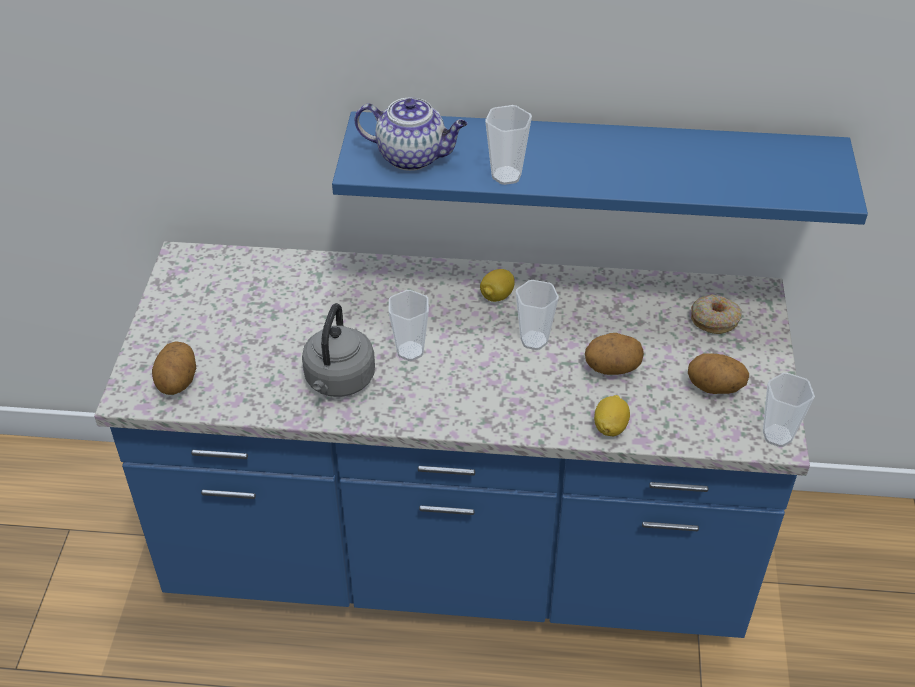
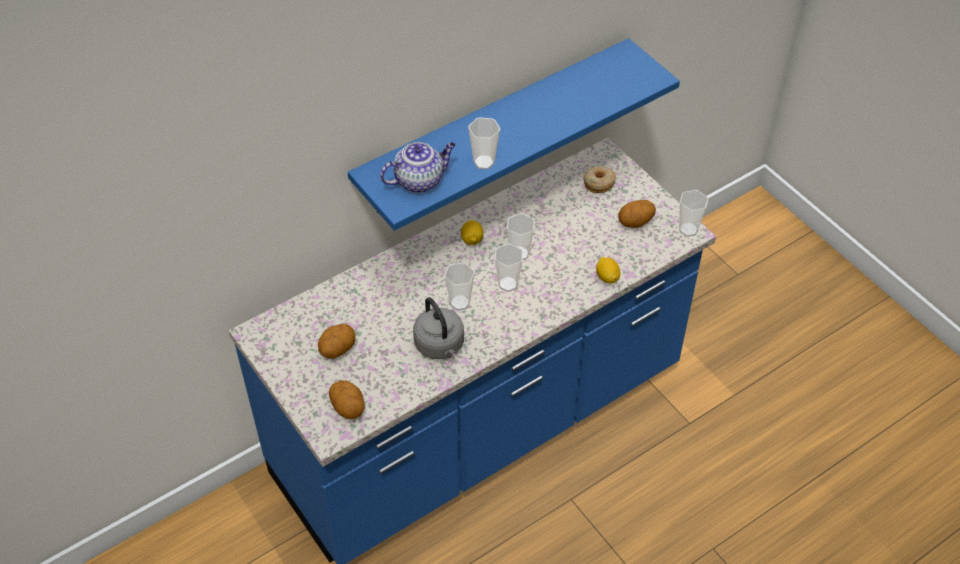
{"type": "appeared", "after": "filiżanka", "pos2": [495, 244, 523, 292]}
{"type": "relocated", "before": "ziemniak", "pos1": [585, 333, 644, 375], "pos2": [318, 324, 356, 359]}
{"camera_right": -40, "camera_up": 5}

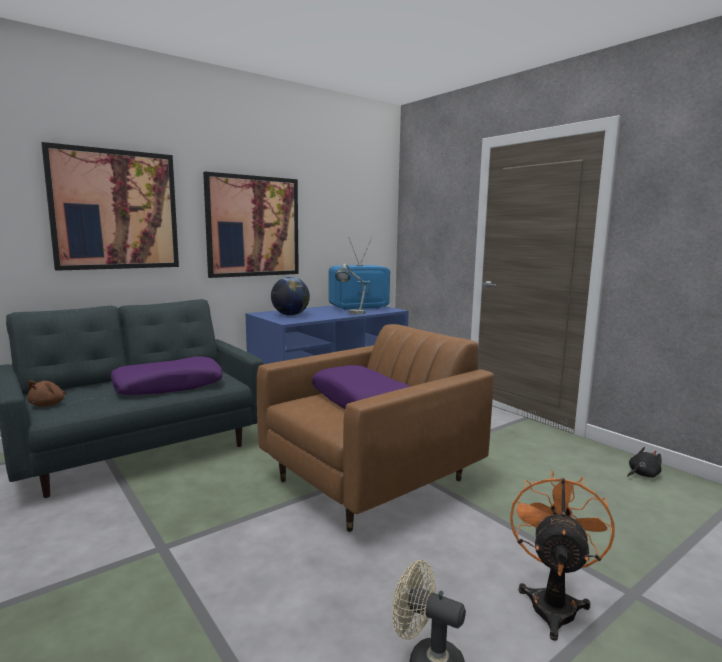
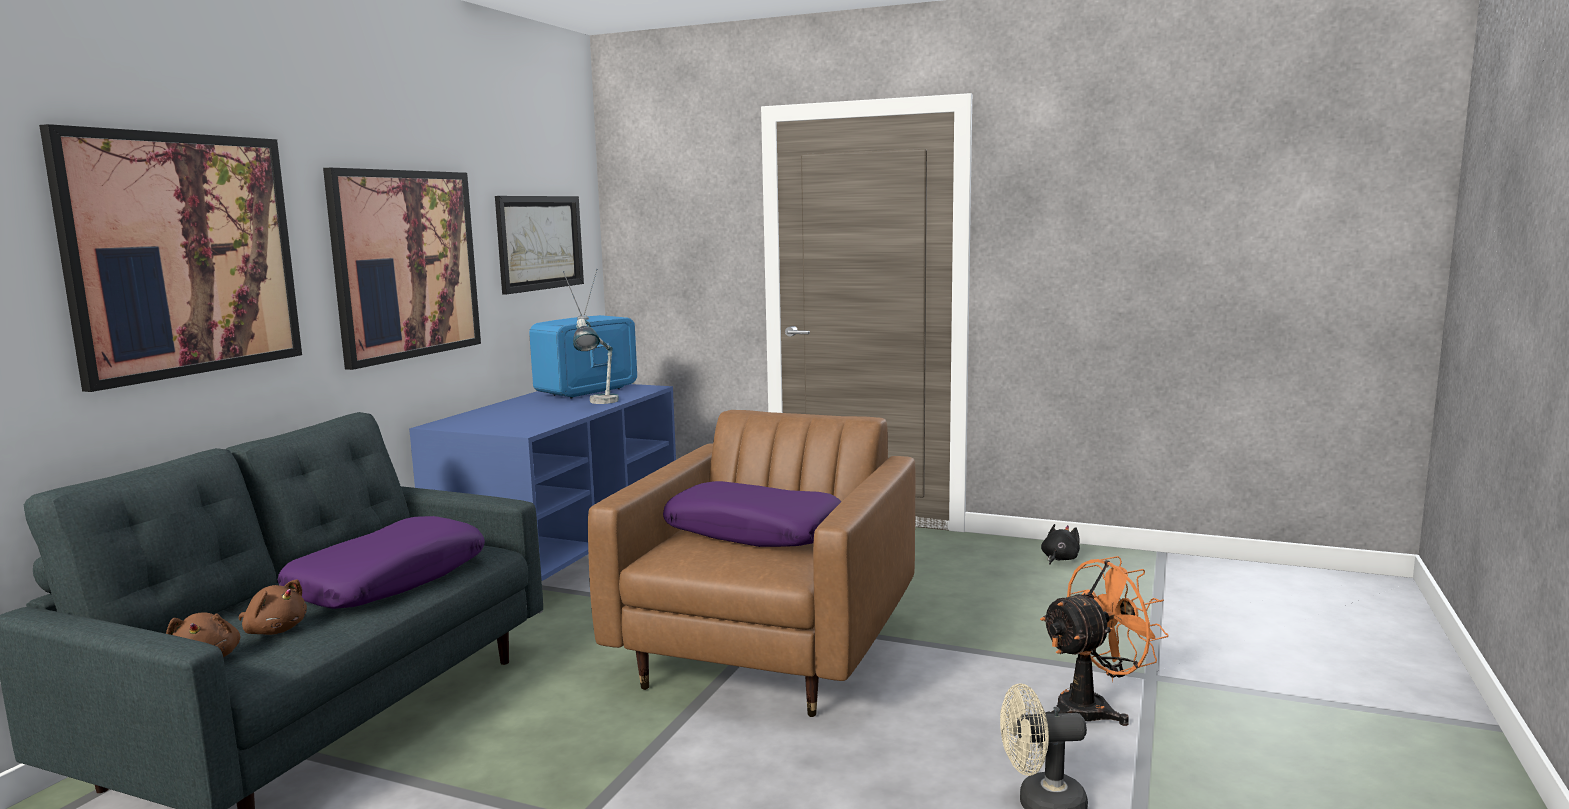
{"type": "missing", "before": "globus", "pos1": [271, 277, 310, 316]}
{"type": "appeared", "after": "pluszak/brązowy", "pos2": [239, 579, 307, 635]}
{"type": "appeared", "after": "obraz", "pos2": [495, 196, 584, 295]}
{"type": "spun", "before": "wentylator/pomarańczowy", "pos1": [510, 470, 615, 641], "pos2": [1040, 556, 1168, 726], "turn": 75}
{"camera_right": -30, "camera_up": 0}

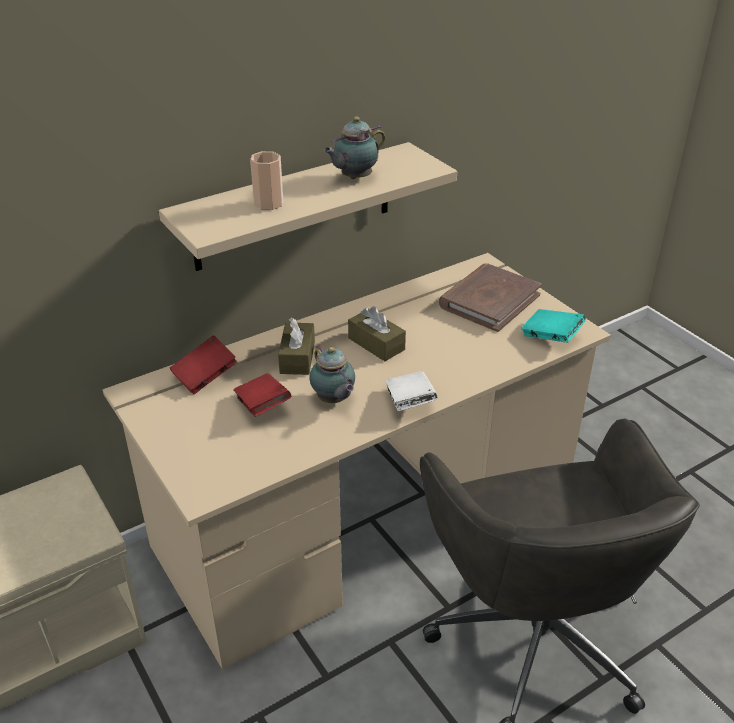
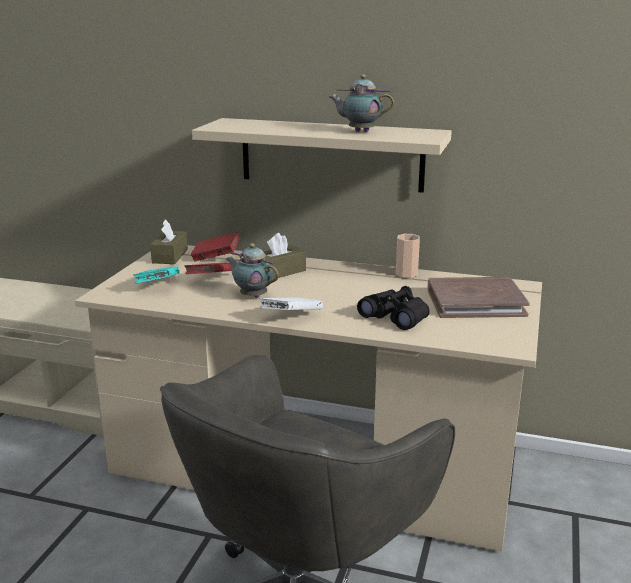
{"type": "appeared", "after": "lornetka/czarny", "pos2": [357, 286, 430, 330]}
{"type": "relocated", "before": "filiżanka", "pos1": [250, 151, 283, 210], "pos2": [396, 234, 420, 278]}
{"type": "relocated", "before": "pudełko chusteczek/brązowy", "pos1": [348, 306, 406, 361], "pos2": [150, 219, 188, 264]}
{"type": "relocated", "before": "książka/turkusowy", "pos1": [521, 309, 586, 343], "pos2": [133, 266, 180, 284]}
{"type": "spun", "before": "imbryk", "pos1": [309, 345, 355, 403], "pos2": [226, 243, 279, 298], "turn": 105}
{"camera_right": 50, "camera_up": -15}

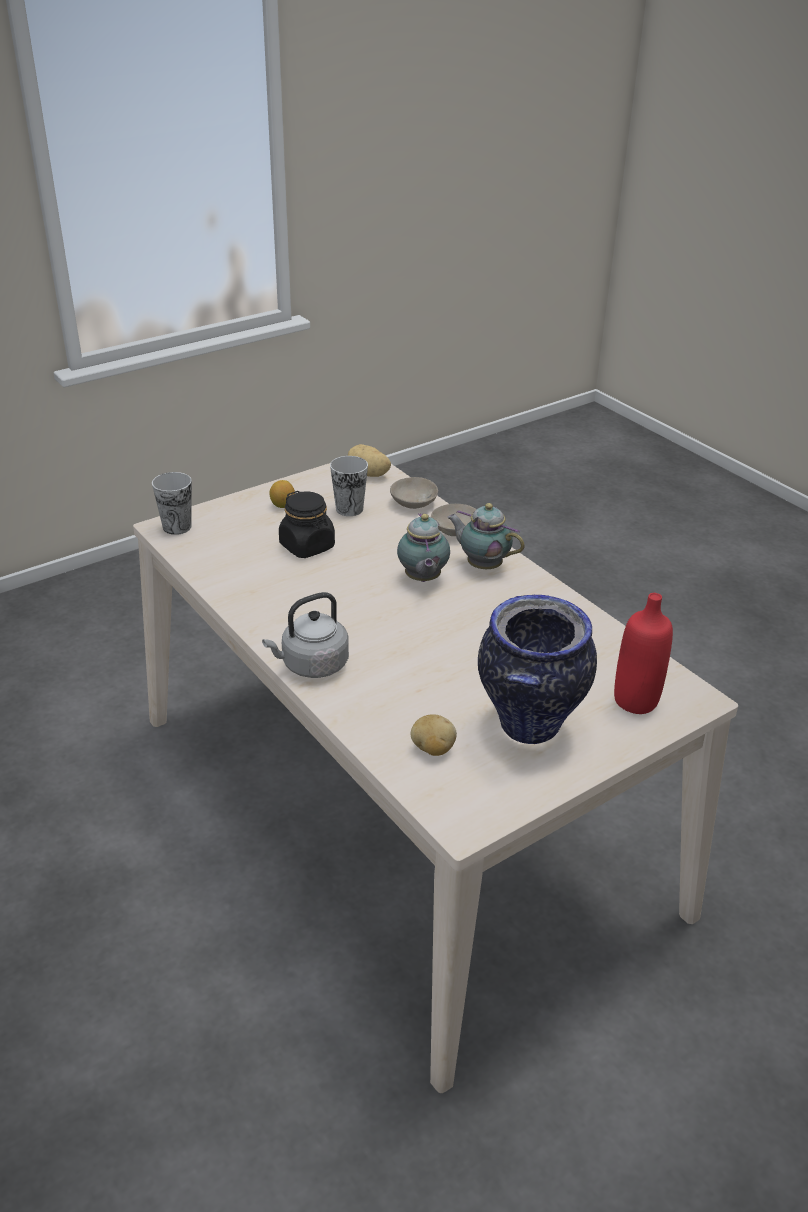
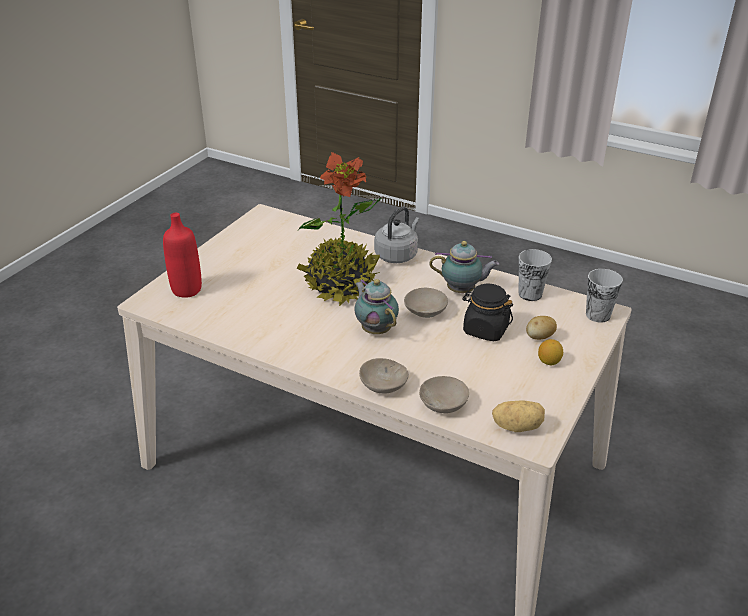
{"type": "missing", "before": "wazon", "pos1": [478, 595, 597, 744]}
{"type": "appeared", "after": "roślina doniczkowa", "pos2": [297, 152, 381, 306]}
{"type": "appeared", "after": "miska/beżowy", "pos2": [404, 288, 448, 318]}
{"type": "relocated", "before": "filiżanka", "pos1": [330, 456, 368, 516], "pos2": [519, 249, 552, 301]}
{"type": "relocated", "before": "ziemniak", "pos1": [411, 714, 457, 756], "pos2": [526, 316, 557, 340]}
{"type": "relocated", "before": "imbryk", "pos1": [447, 503, 525, 569], "pos2": [429, 241, 499, 293]}
{"camera_right": 155, "camera_up": 0}

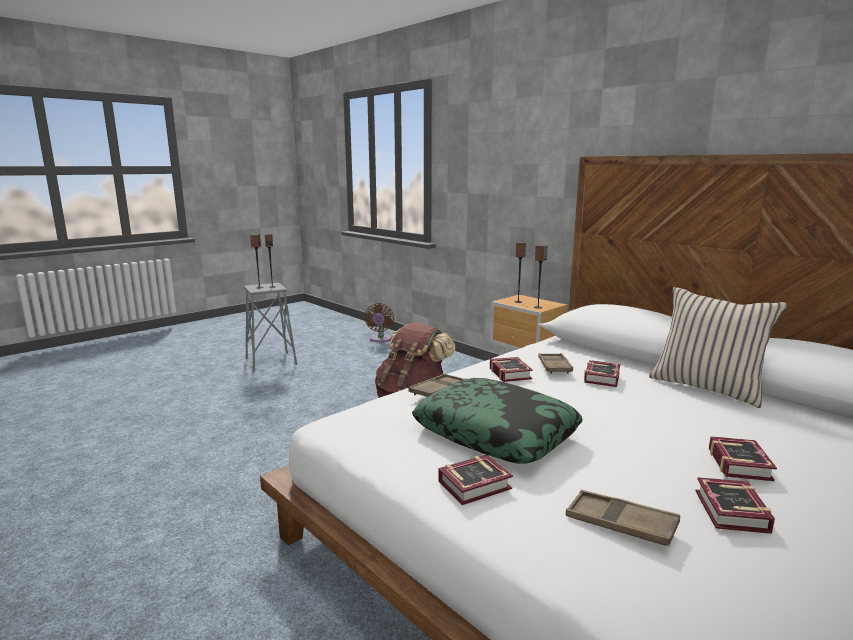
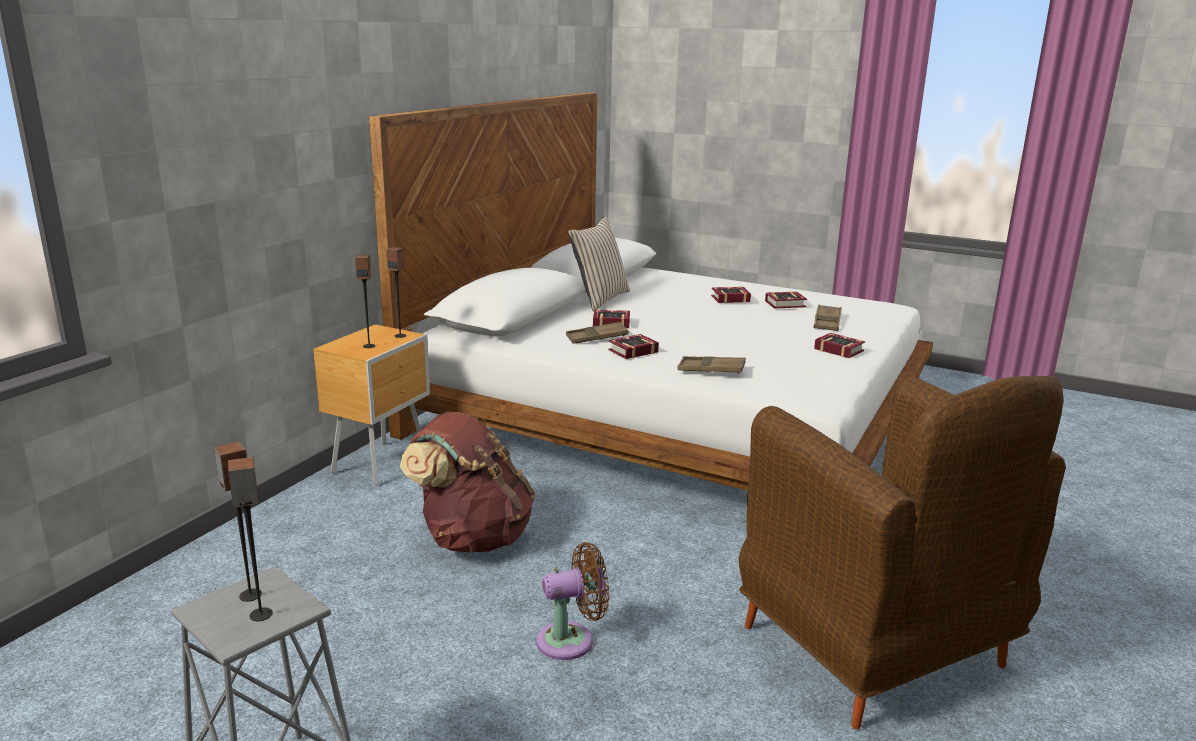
{"type": "missing", "before": "poduszka", "pos1": [412, 378, 582, 464]}
{"type": "appeared", "after": "fotel/brązowy", "pos2": [739, 376, 1066, 729]}
{"type": "relocated", "before": "wentylator/brązowy", "pos1": [364, 303, 394, 343], "pos2": [537, 542, 609, 660]}
{"camera_right": -110, "camera_up": 5}

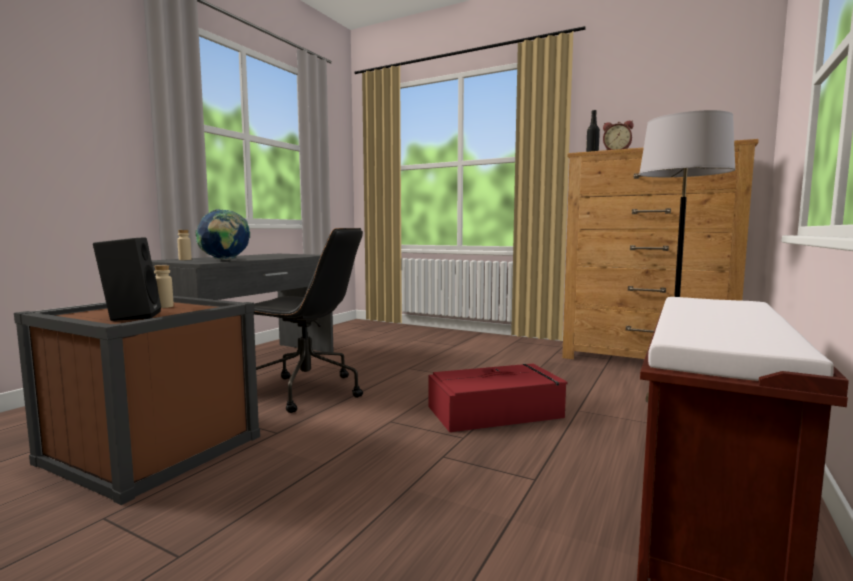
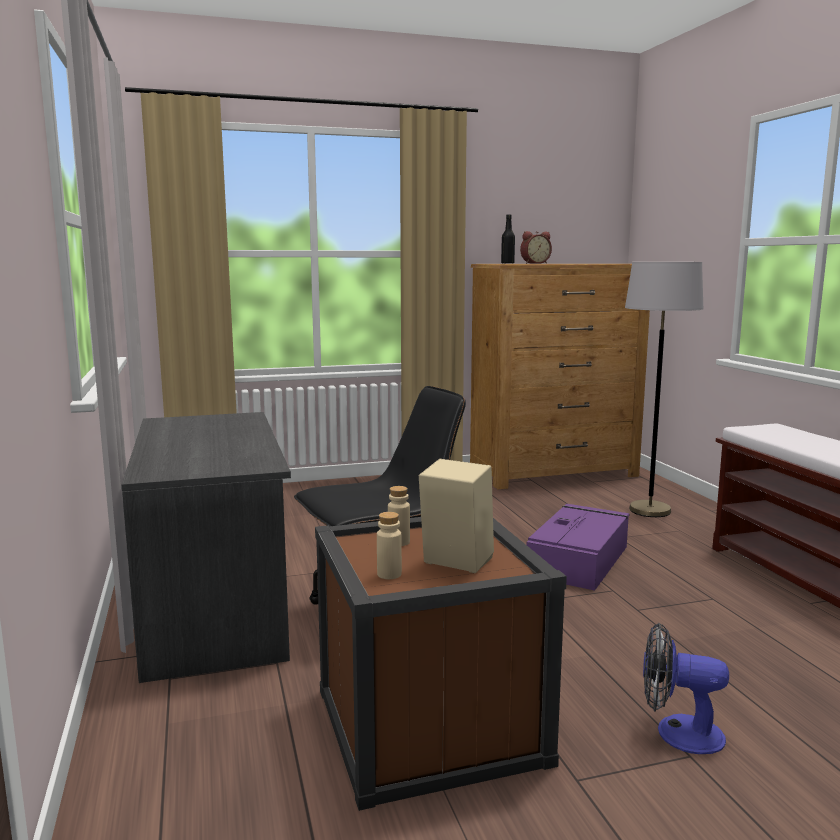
{"type": "missing", "before": "globus", "pos1": [195, 209, 250, 260]}
{"type": "appeared", "after": "wentylator", "pos2": [643, 623, 729, 754]}
{"type": "relocated", "before": "butelka/beżowy", "pos1": [177, 230, 192, 260], "pos2": [377, 512, 402, 579]}
{"type": "colour", "before": "głośnik/czarny", "after": "głośnik/beżowy", "pos1": [93, 237, 161, 321], "pos2": [419, 459, 494, 573]}
{"type": "colour", "before": "pojemnik do przechowywania/czerwony", "after": "pojemnik do przechowywania/fioletowy", "pos1": [428, 364, 568, 432], "pos2": [527, 504, 629, 591]}
{"camera_right": -45, "camera_up": 5}

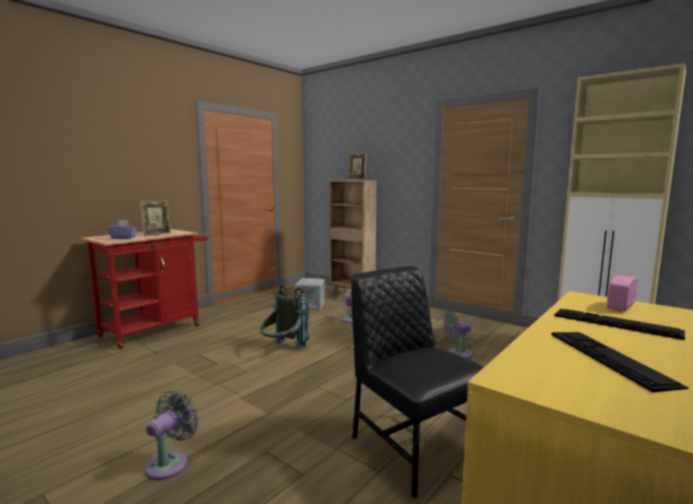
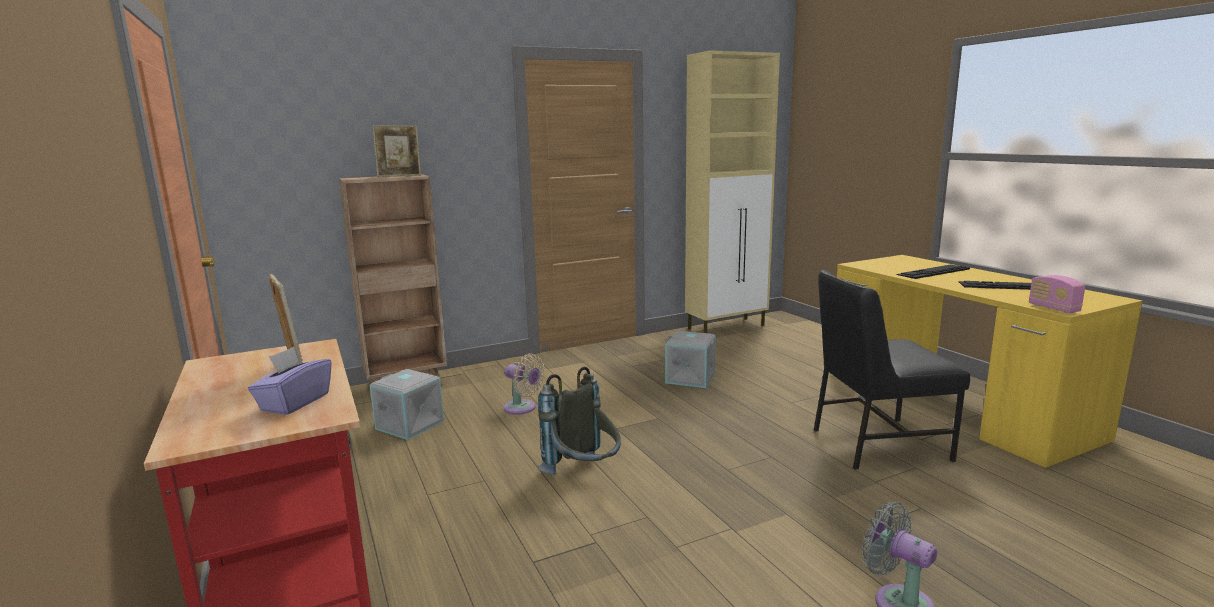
{"type": "relocated", "before": "radio", "pos1": [607, 275, 637, 311], "pos2": [1029, 275, 1085, 313]}
{"type": "exchanged", "before": "wentylator/szary", "after": "pojemnik do przechowywania/szary", "pos1": [443, 311, 473, 359], "pos2": [665, 331, 716, 388]}
{"camera_right": -65, "camera_up": 5}

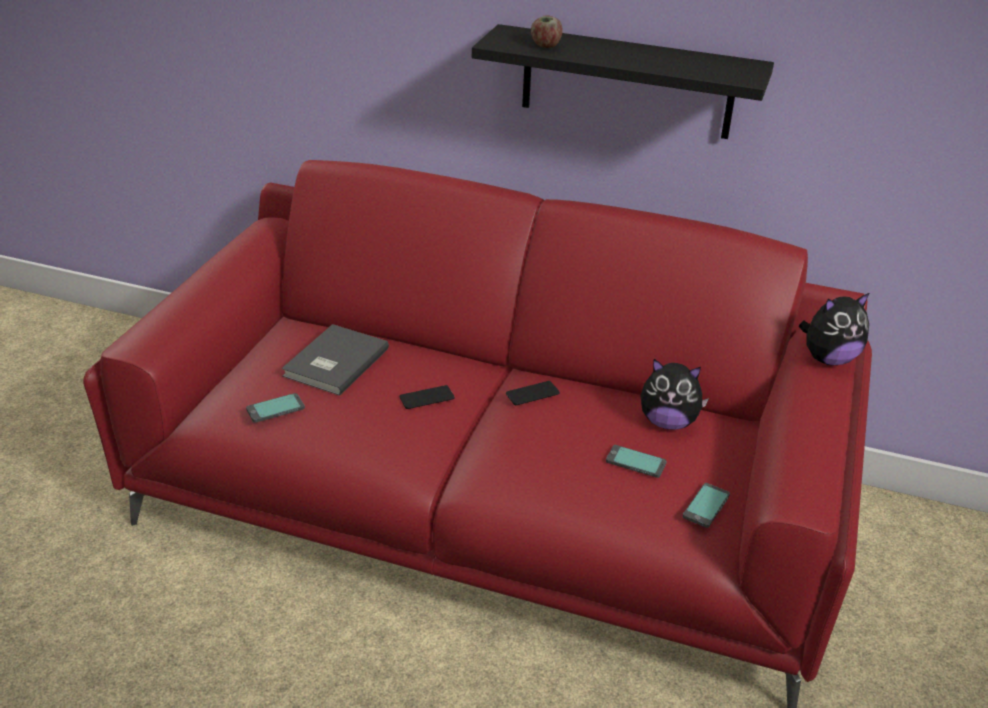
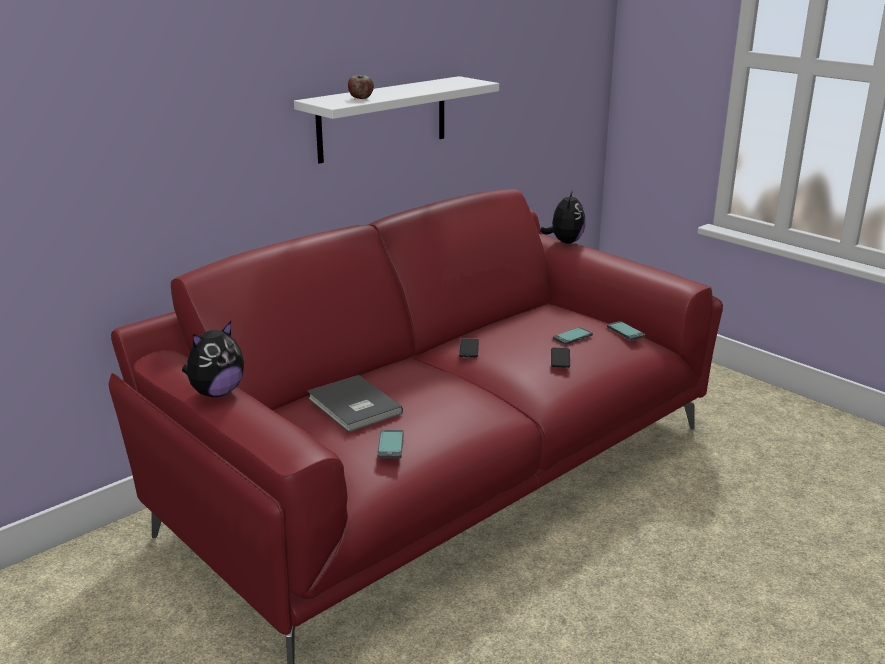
{"type": "relocated", "before": "telefon", "pos1": [400, 385, 455, 409], "pos2": [551, 348, 570, 368]}
{"type": "relocated", "before": "pluszak", "pos1": [641, 359, 709, 430], "pos2": [182, 321, 244, 397]}
{"type": "colour", "before": "półka/czarny", "after": "półka/biały", "pos1": [472, 24, 774, 139], "pos2": [294, 76, 499, 164]}
{"camera_right": -60, "camera_up": -10}

